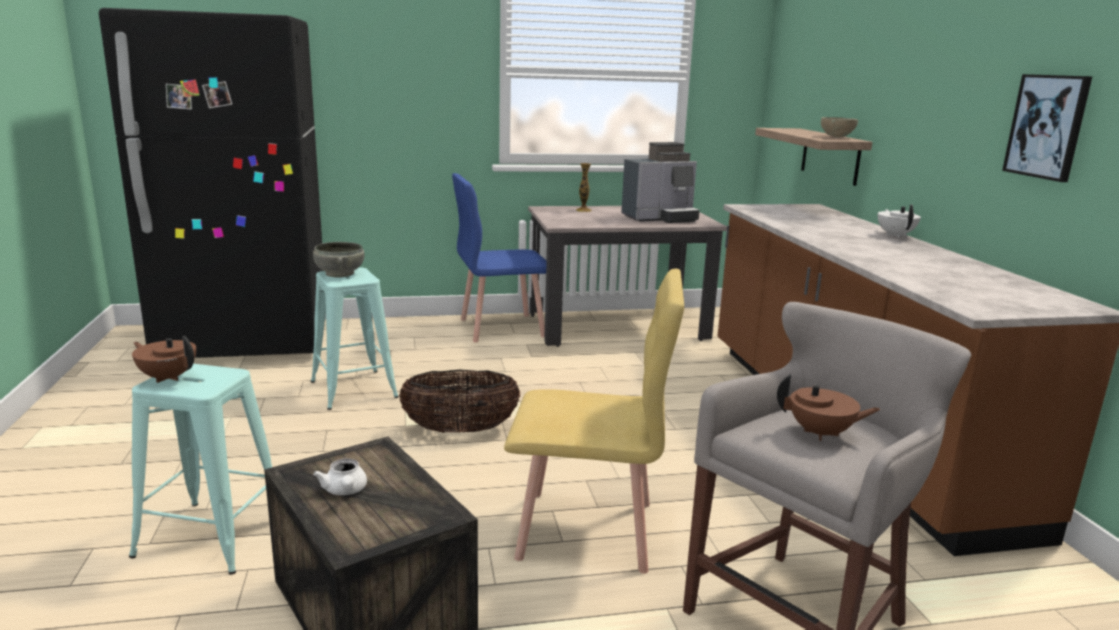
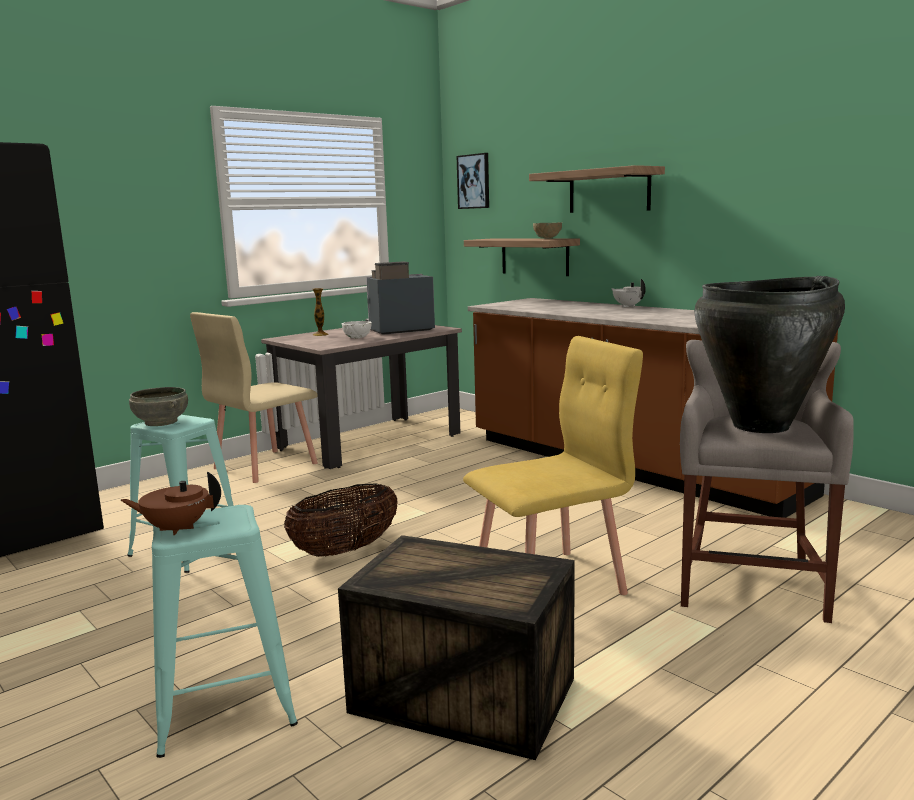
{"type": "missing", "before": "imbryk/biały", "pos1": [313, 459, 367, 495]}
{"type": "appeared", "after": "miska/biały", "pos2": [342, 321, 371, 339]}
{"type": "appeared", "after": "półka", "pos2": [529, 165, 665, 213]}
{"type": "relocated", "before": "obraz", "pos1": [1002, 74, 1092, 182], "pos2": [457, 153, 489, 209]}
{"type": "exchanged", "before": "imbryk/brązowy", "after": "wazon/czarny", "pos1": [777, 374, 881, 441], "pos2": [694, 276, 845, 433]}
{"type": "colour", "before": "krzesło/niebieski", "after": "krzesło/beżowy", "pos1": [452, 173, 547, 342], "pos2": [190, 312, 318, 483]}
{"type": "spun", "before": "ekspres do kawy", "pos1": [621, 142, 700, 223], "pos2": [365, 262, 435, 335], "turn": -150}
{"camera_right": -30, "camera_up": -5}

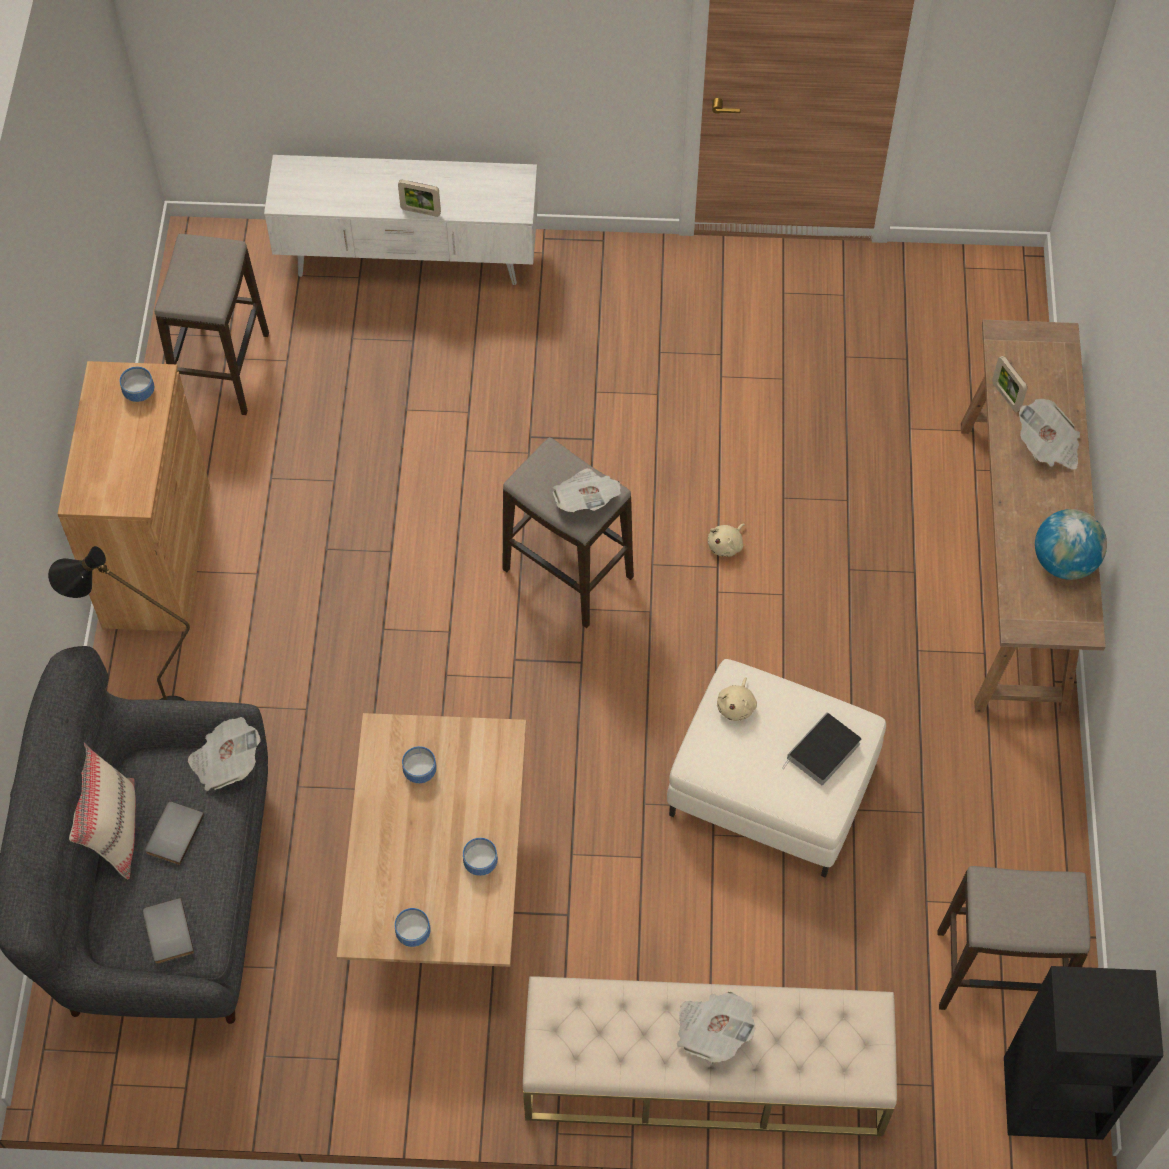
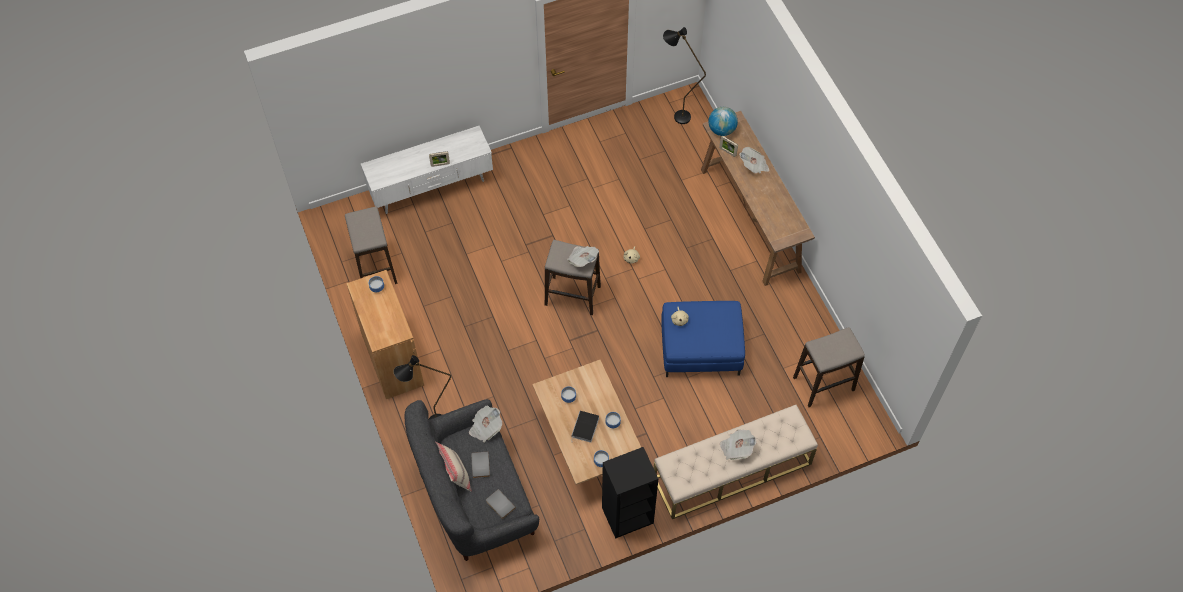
{"type": "appeared", "after": "lampa stojąca/czarny", "pos2": [663, 27, 706, 124]}
{"type": "relocated", "before": "książka", "pos1": [782, 712, 861, 785], "pos2": [571, 411, 599, 443]}
{"type": "relocated", "before": "regał/czarny", "pos1": [1004, 966, 1163, 1140], "pos2": [602, 447, 658, 539]}
{"type": "relocated", "before": "globus", "pos1": [1035, 509, 1107, 580], "pos2": [709, 107, 738, 136]}
{"type": "colour", "before": "pufa/biały", "after": "pufa/niebieski", "pos1": [667, 659, 886, 878], "pos2": [661, 301, 745, 377]}
{"camera_right": -25, "camera_up": 0}

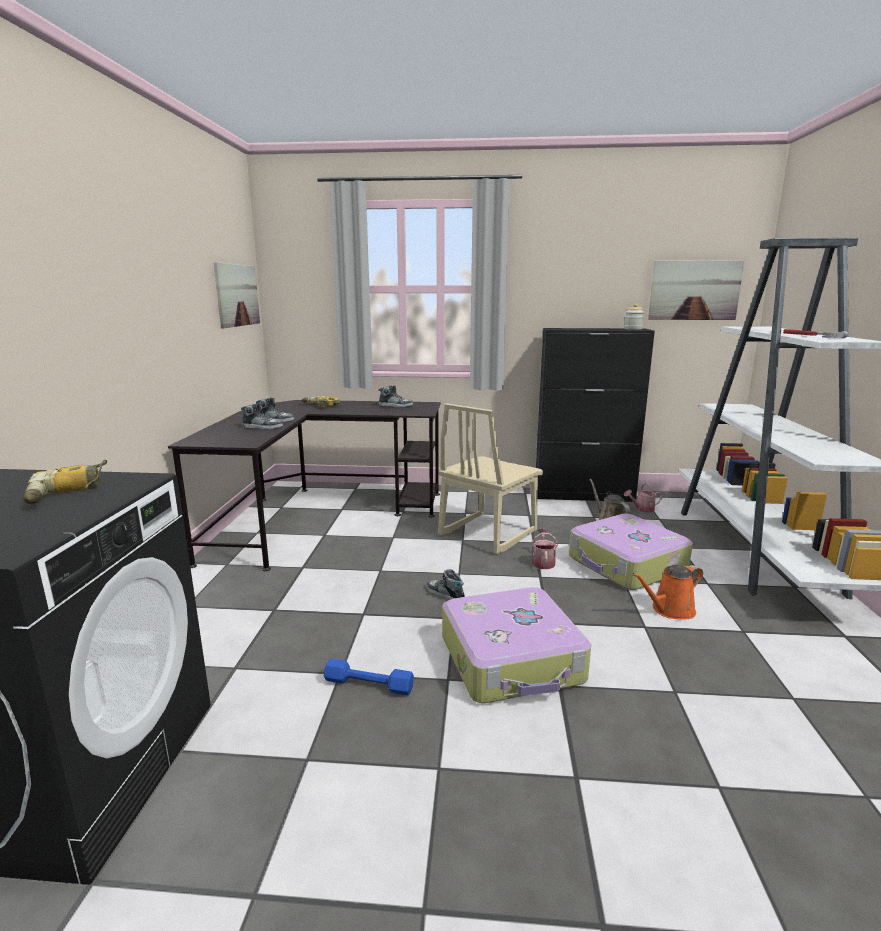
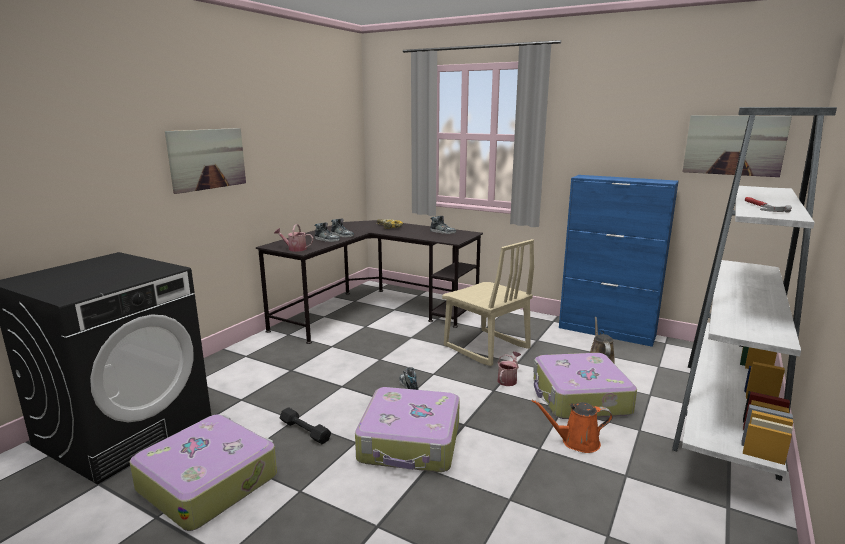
{"type": "missing", "before": "wiertarka", "pos1": [23, 460, 107, 504]}
{"type": "missing", "before": "słoik", "pos1": [624, 304, 644, 330]}
{"type": "appeared", "after": "walizka", "pos2": [129, 415, 277, 531]}
{"type": "relocated", "before": "obraz", "pos1": [214, 262, 260, 328], "pos2": [165, 128, 246, 194]}
{"type": "relocated", "before": "konewka", "pos1": [624, 483, 663, 513], "pos2": [274, 224, 313, 252]}
{"type": "colour", "before": "hantel/niebieski", "after": "hantel/czarny", "pos1": [324, 659, 414, 696], "pos2": [280, 407, 331, 444]}
{"type": "colour", "before": "szafka/czarny", "after": "szafka/niebieski", "pos1": [536, 328, 655, 502], "pos2": [559, 175, 679, 347]}
{"type": "spun", "before": "krzesło/beżowy", "pos1": [438, 403, 543, 554], "pos2": [442, 239, 534, 366], "turn": -105}
{"camera_right": 25, "camera_up": 0}

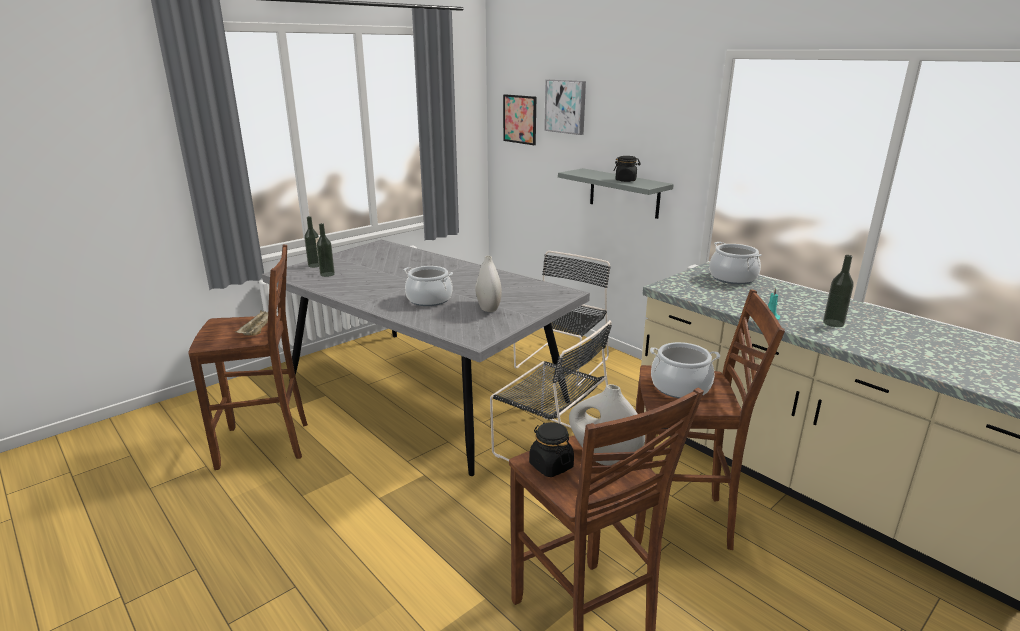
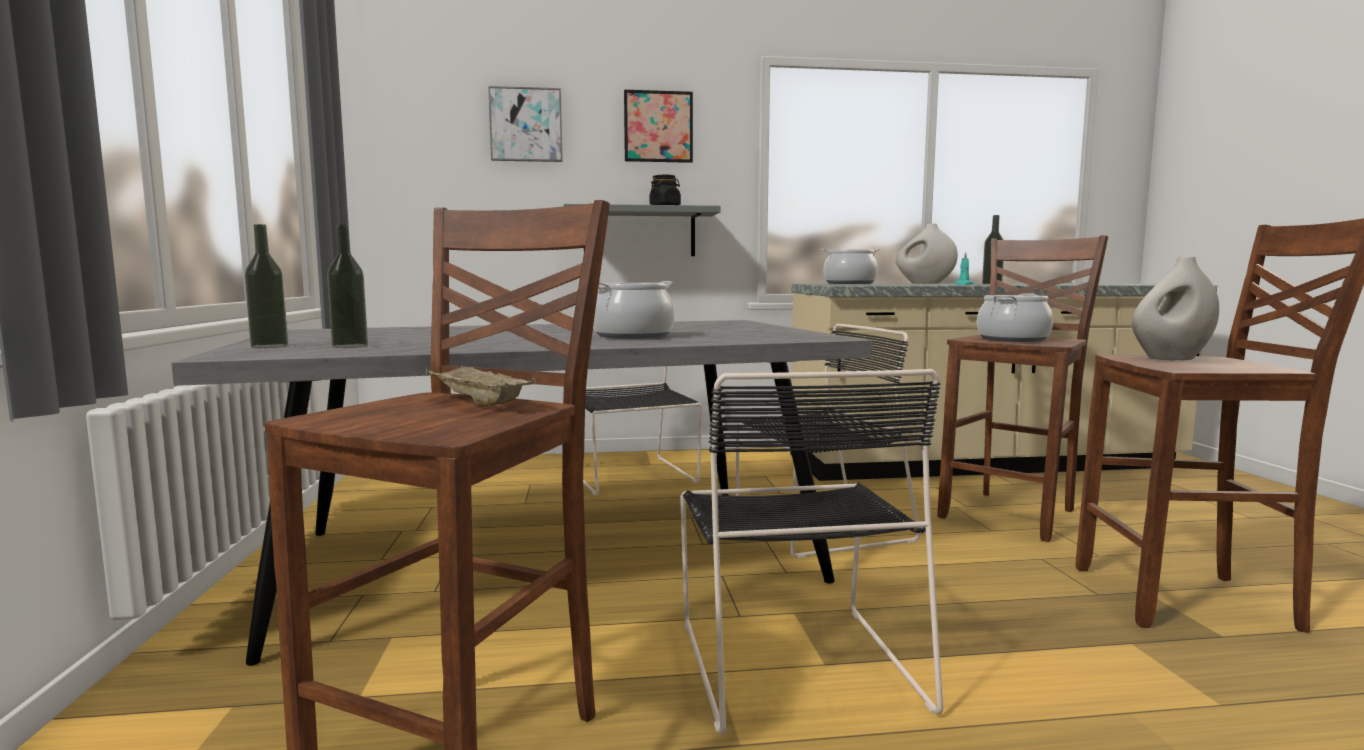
{"type": "missing", "before": "słoik/czarny", "pos1": [529, 422, 574, 477]}
{"type": "appeared", "after": "krzesło/czarny", "pos2": [680, 369, 943, 735]}
{"type": "relocated", "before": "wazon/biały", "pos1": [475, 256, 502, 312], "pos2": [896, 224, 958, 284]}
{"type": "relocated", "before": "obraz", "pos1": [503, 94, 536, 145], "pos2": [624, 90, 693, 163]}
{"camera_right": -55, "camera_up": -15}

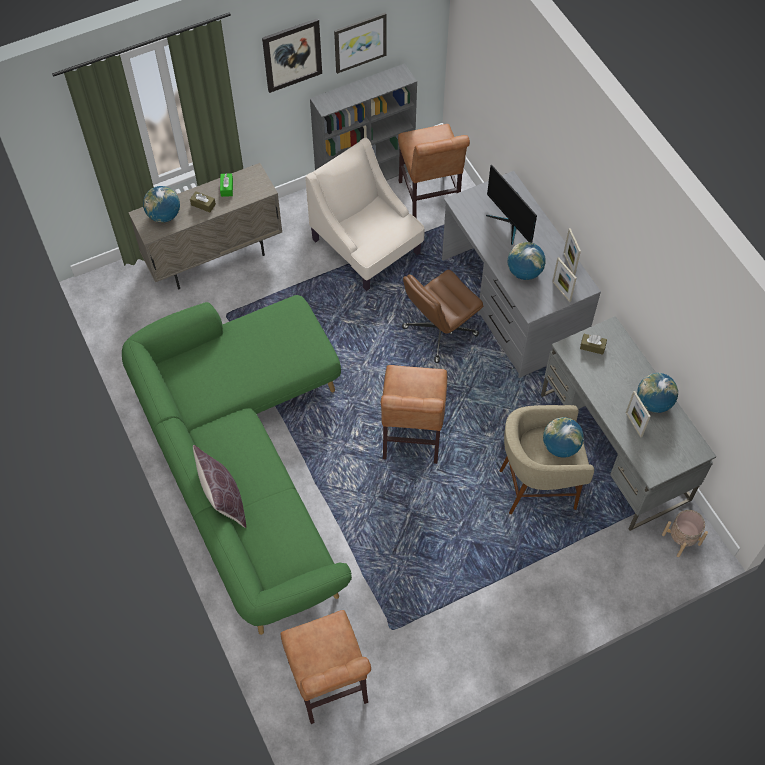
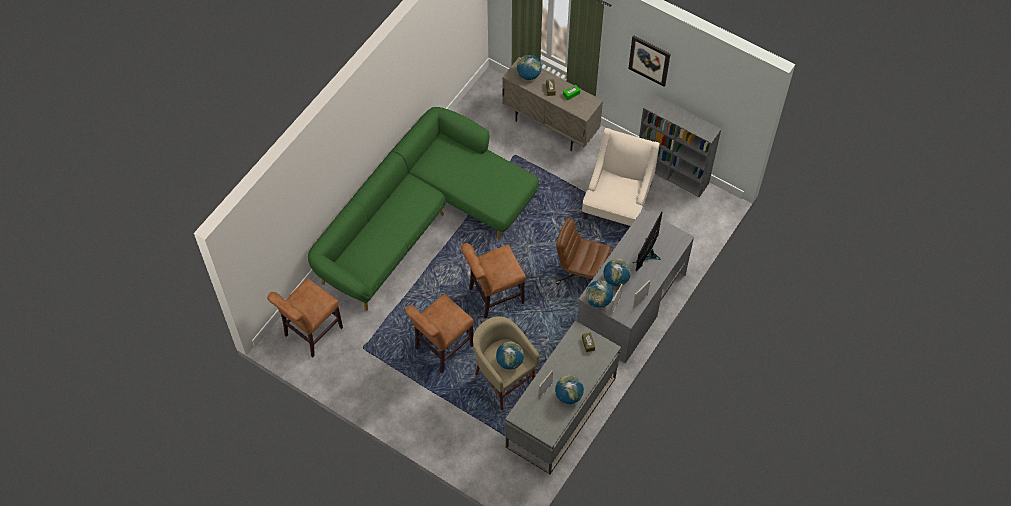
{"type": "missing", "before": "poduszka/brązowy", "pos1": [193, 445, 246, 528]}
{"type": "missing", "before": "obraz", "pos1": [334, 12, 387, 74]}
{"type": "missing", "before": "donica/beżowy", "pos1": [662, 510, 708, 557]}
{"type": "appeared", "after": "globus", "pos2": [586, 280, 613, 308]}
{"type": "relocated", "before": "krzesło/brązowy", "pos1": [398, 124, 470, 219], "pos2": [405, 294, 474, 373]}
{"camera_right": 60, "camera_up": 0}

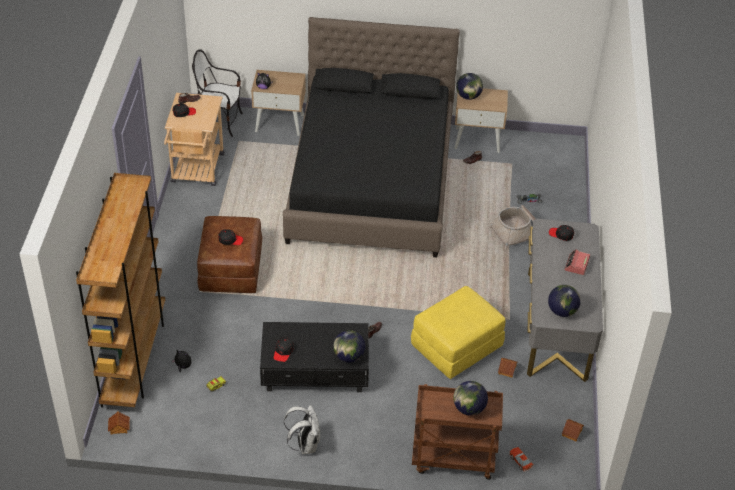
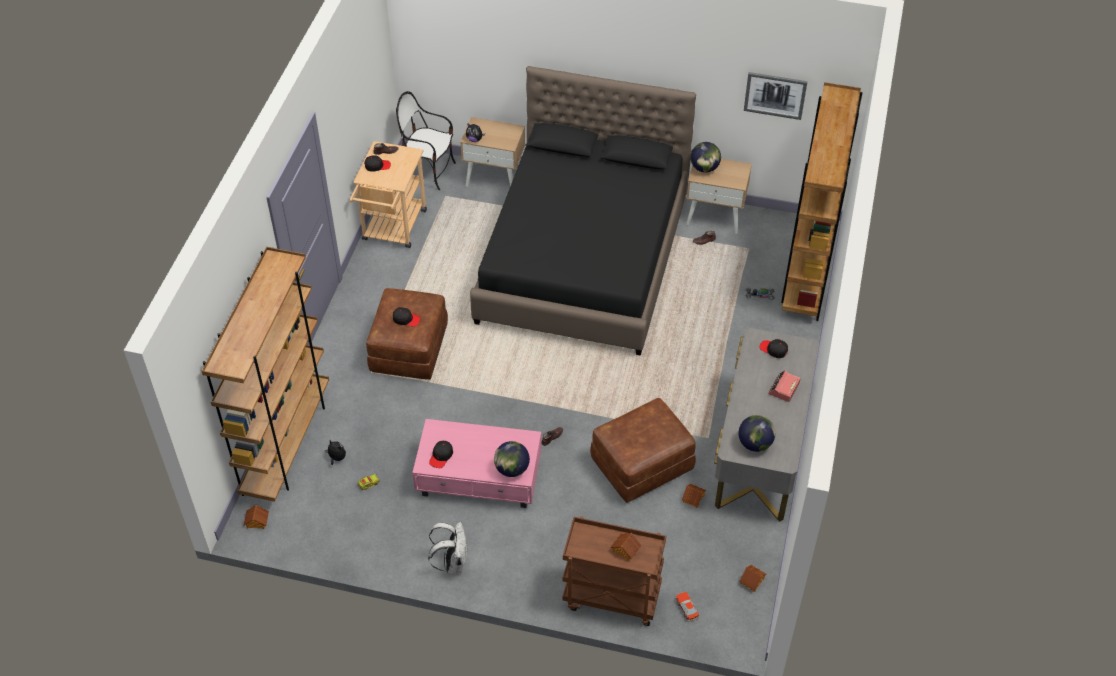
{"type": "missing", "before": "koszyk", "pos1": [489, 205, 535, 250]}
{"type": "appeared", "after": "obraz", "pos2": [744, 72, 808, 120]}
{"type": "appeared", "after": "regał/brązowy", "pos2": [781, 82, 862, 321]}
{"type": "exchanged", "before": "globus", "after": "domek", "pos1": [453, 381, 488, 416], "pos2": [611, 533, 642, 561]}
{"type": "colour", "before": "ława/czarny", "after": "ława/różowy", "pos1": [260, 322, 369, 392], "pos2": [412, 419, 541, 508]}
{"type": "colour", "before": "pufa/żółty", "after": "pufa/brązowy", "pos1": [411, 286, 505, 379], "pos2": [590, 398, 696, 503]}
{"camera_right": 10, "camera_up": 5}

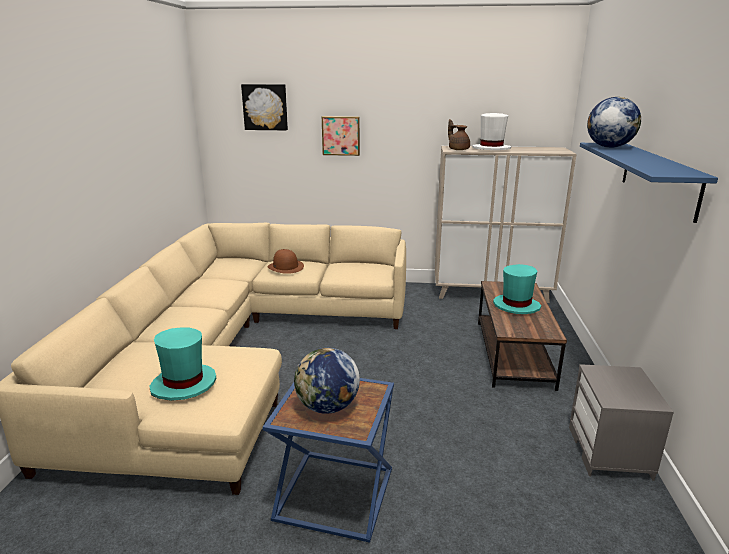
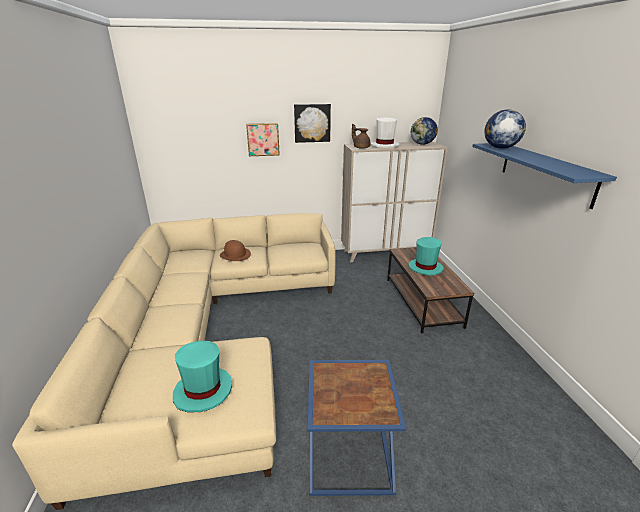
{"type": "missing", "before": "szafka nocna/szary", "pos1": [569, 364, 674, 481]}
{"type": "relocated", "before": "obraz", "pos1": [241, 84, 288, 130], "pos2": [294, 104, 331, 143]}
{"type": "relocated", "before": "globus", "pos1": [294, 348, 360, 414], "pos2": [411, 117, 438, 145]}
{"camera_right": -15, "camera_up": 5}

